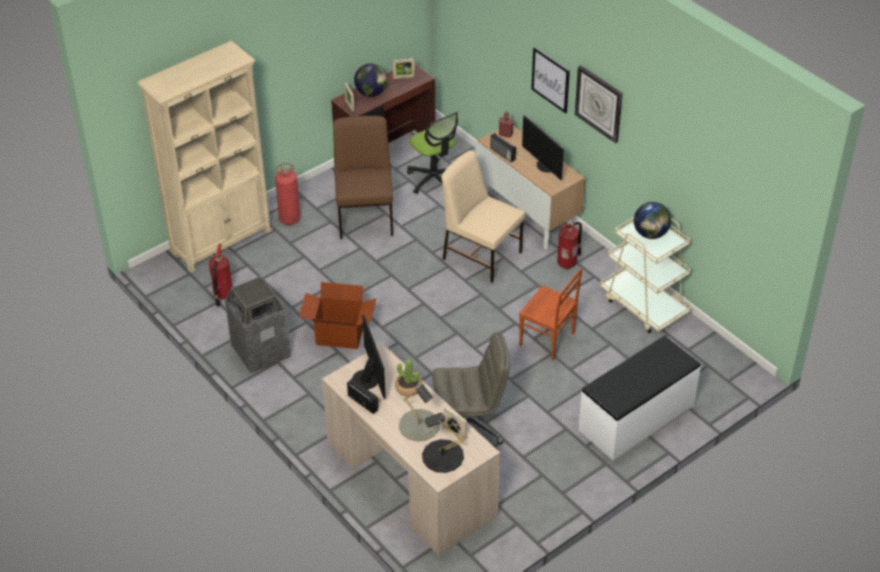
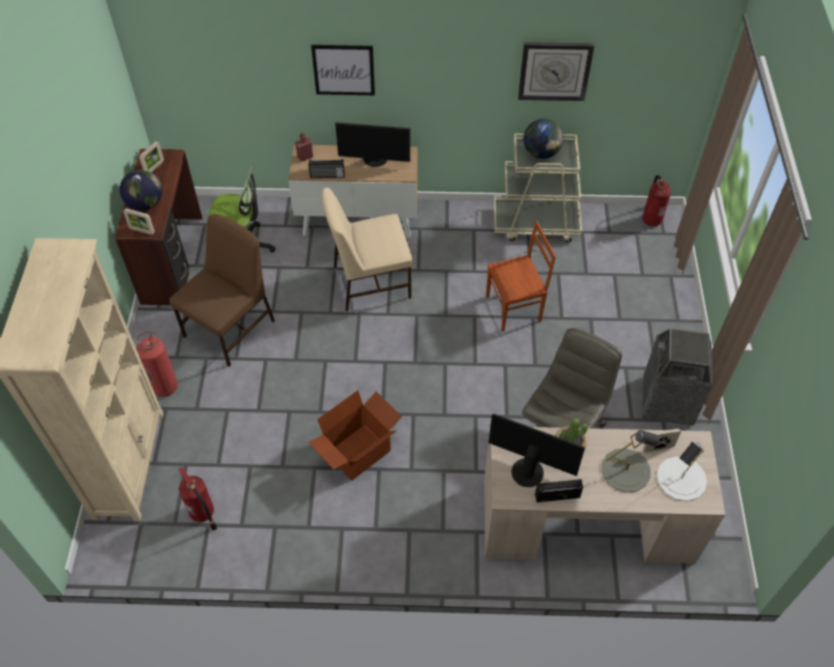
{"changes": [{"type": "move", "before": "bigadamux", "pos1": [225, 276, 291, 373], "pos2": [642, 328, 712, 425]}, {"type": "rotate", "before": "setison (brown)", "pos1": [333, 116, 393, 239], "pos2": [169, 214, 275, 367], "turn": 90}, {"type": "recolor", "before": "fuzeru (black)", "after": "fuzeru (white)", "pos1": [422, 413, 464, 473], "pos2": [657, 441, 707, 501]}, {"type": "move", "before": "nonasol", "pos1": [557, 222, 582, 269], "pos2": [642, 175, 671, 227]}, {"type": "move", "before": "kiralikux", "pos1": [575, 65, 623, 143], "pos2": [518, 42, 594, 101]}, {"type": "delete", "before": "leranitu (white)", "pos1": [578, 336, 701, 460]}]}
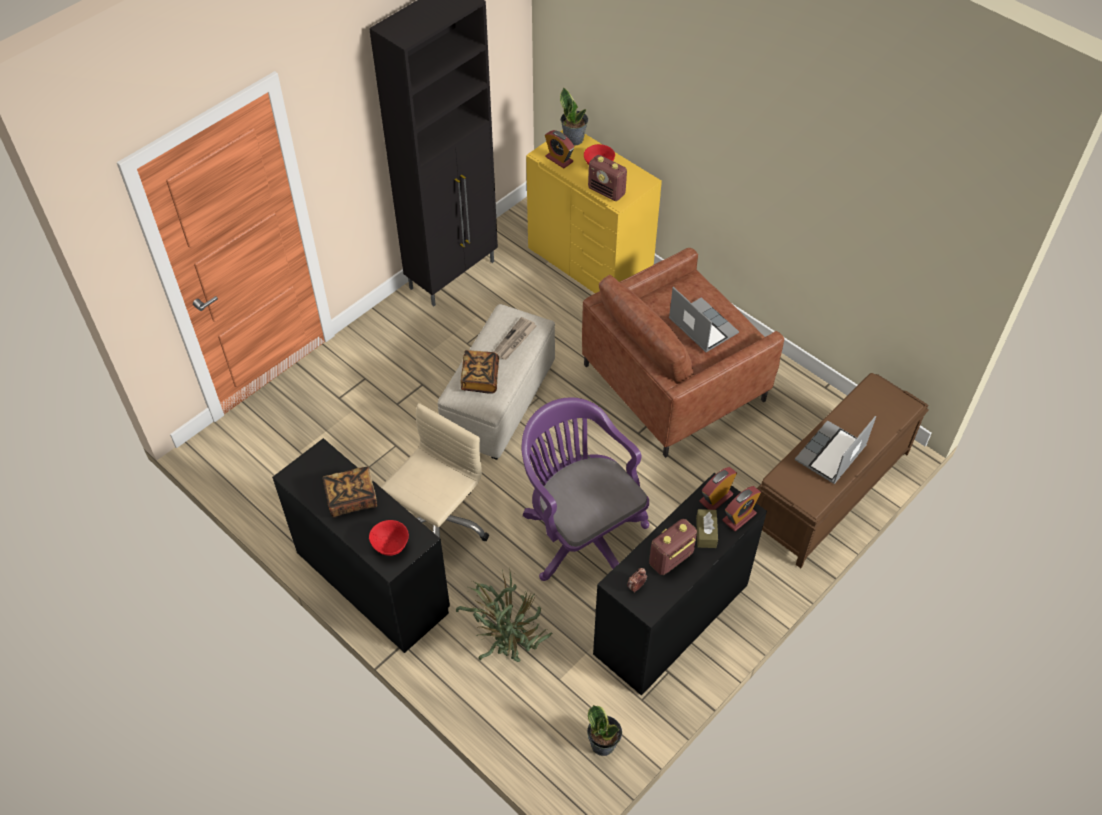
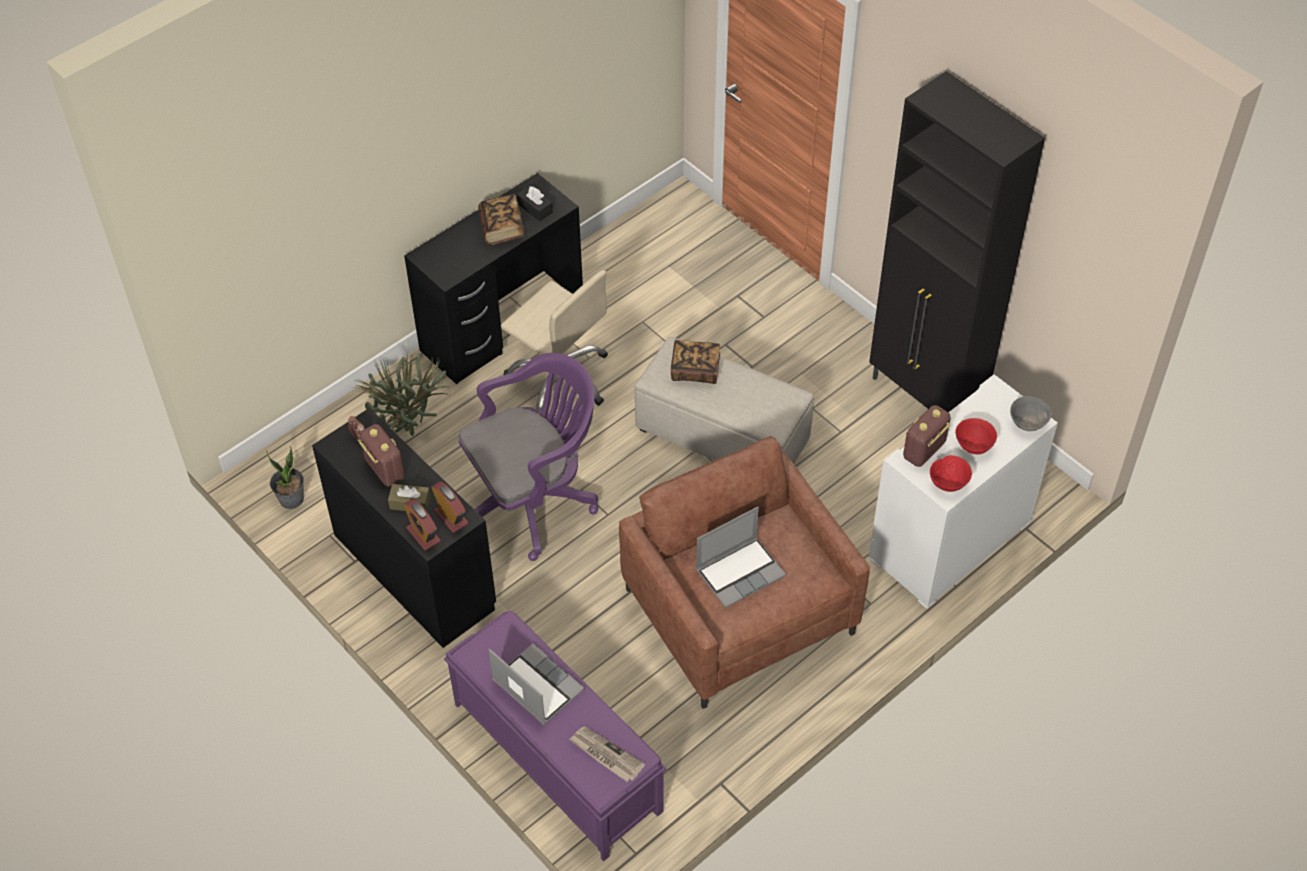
{"changes": [{"type": "move", "before": "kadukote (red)", "pos1": [369, 520, 409, 556], "pos2": [930, 455, 972, 492]}, {"type": "move", "before": "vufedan", "pos1": [493, 317, 536, 360], "pos2": [569, 726, 645, 782]}, {"type": "recolor", "before": "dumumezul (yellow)", "after": "dumumezul (white)", "pos1": [526, 130, 662, 293], "pos2": [869, 374, 1058, 609]}, {"type": "delete", "before": "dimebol", "pos1": [545, 130, 574, 168]}, {"type": "replace", "before": "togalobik", "after": "kadukote (grey)", "pos1": [560, 87, 588, 146], "pos2": [1010, 396, 1052, 431]}, {"type": "recolor", "before": "leranitu (brown)", "after": "leranitu (purple)", "pos1": [756, 373, 929, 568], "pos2": [444, 611, 667, 861]}, {"type": "insert", "after": "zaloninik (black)", "pos2": [517, 186, 553, 221]}]}
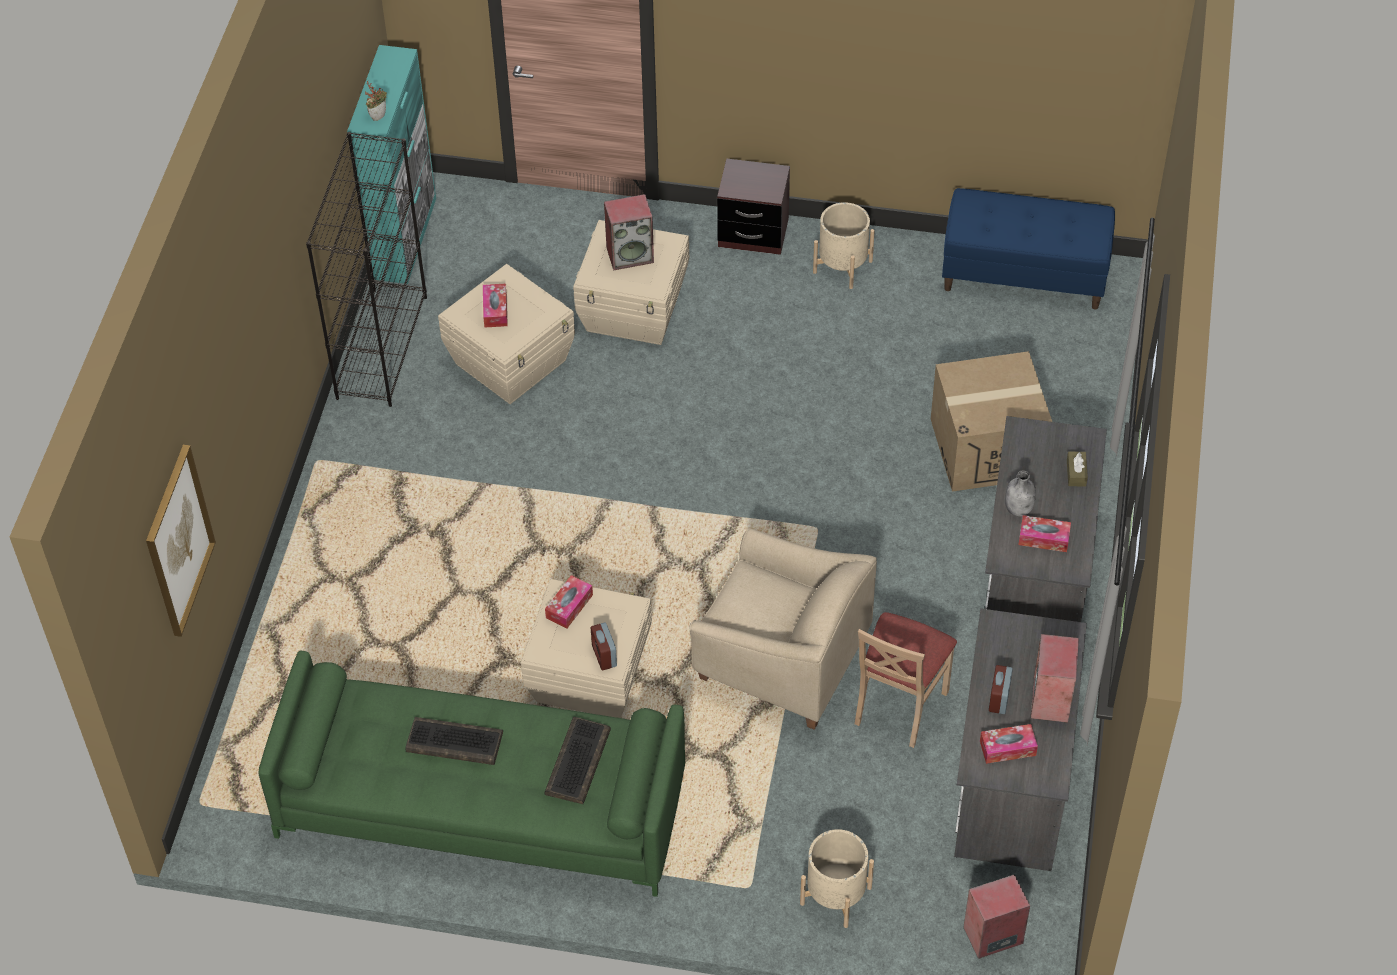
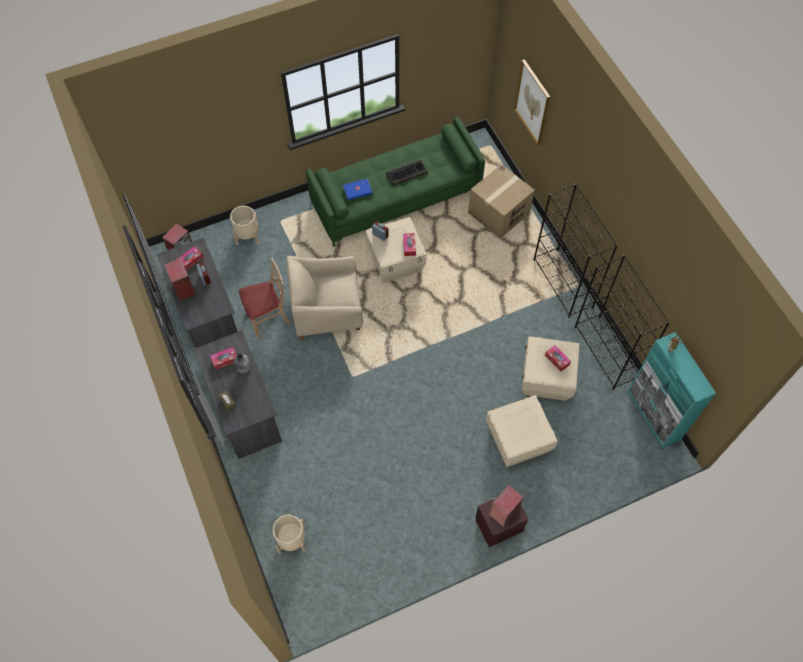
{"changes": [{"type": "replace", "before": "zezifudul", "after": "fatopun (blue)", "pos1": [544, 717, 611, 804], "pos2": [343, 179, 373, 200]}, {"type": "move", "before": "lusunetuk", "pos1": [604, 194, 654, 271], "pos2": [489, 485, 524, 527]}, {"type": "move", "before": "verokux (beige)", "pos1": [813, 202, 875, 289], "pos2": [273, 515, 306, 554]}, {"type": "rotate", "before": "setison (beige)", "pos1": [855, 612, 957, 748], "pos2": [239, 258, 290, 338], "turn": 75}, {"type": "move", "before": "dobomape", "pos1": [931, 351, 1052, 492], "pos2": [468, 164, 535, 238]}, {"type": "delete", "before": "leranitu (blue)", "pos1": [942, 188, 1115, 310]}, {"type": "insert", "after": "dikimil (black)", "pos2": [533, 184, 618, 318]}]}
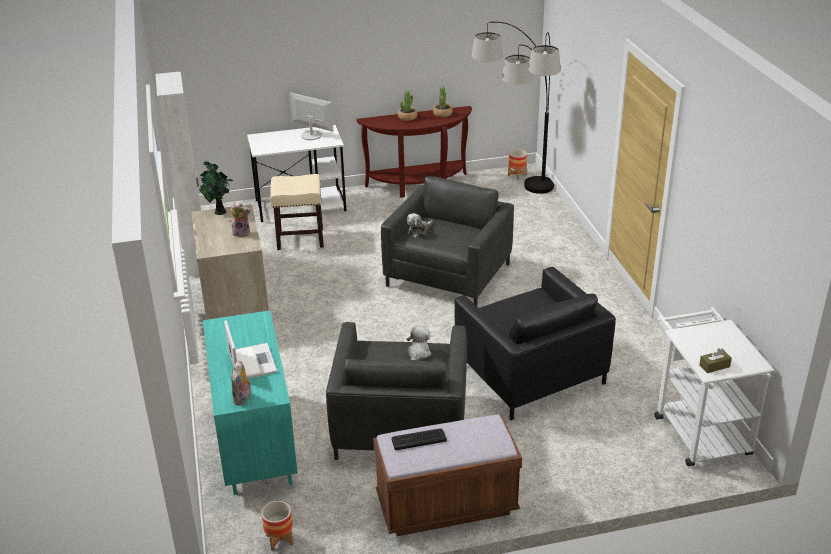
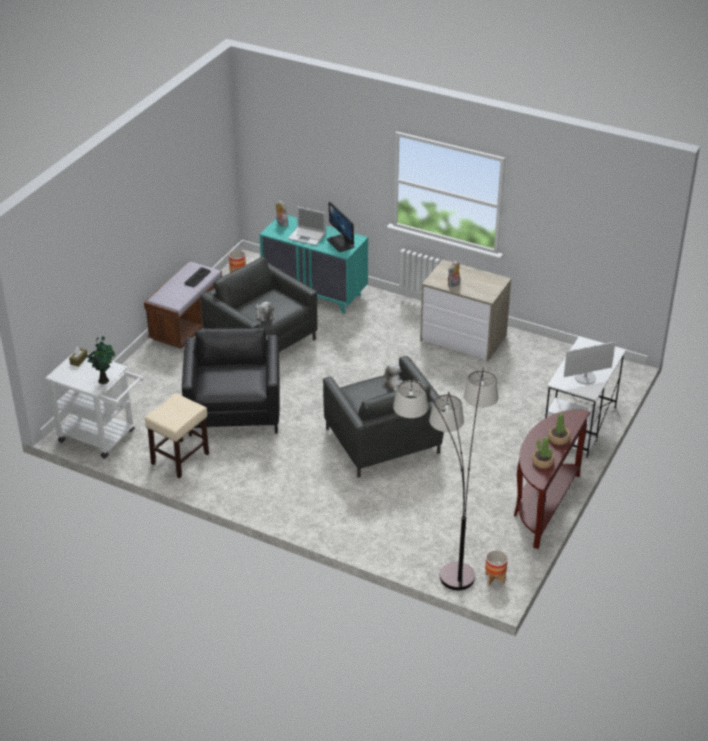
{"changes": [{"type": "delete", "before": "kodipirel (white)", "pos1": [155, 72, 201, 275]}, {"type": "move", "before": "togalobik", "pos1": [199, 160, 234, 215], "pos2": [86, 336, 116, 384]}, {"type": "move", "before": "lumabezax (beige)", "pos1": [270, 174, 324, 250], "pos2": [145, 393, 209, 478]}, {"type": "rotate", "before": "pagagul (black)", "pos1": [455, 267, 616, 420], "pos2": [182, 328, 280, 436], "turn": 75}, {"type": "insert", "after": "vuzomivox", "pos2": [327, 202, 355, 252]}]}
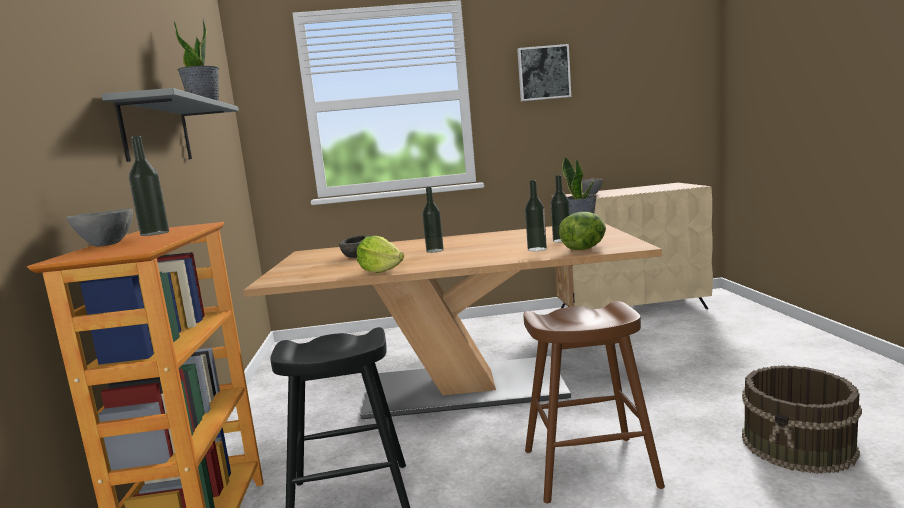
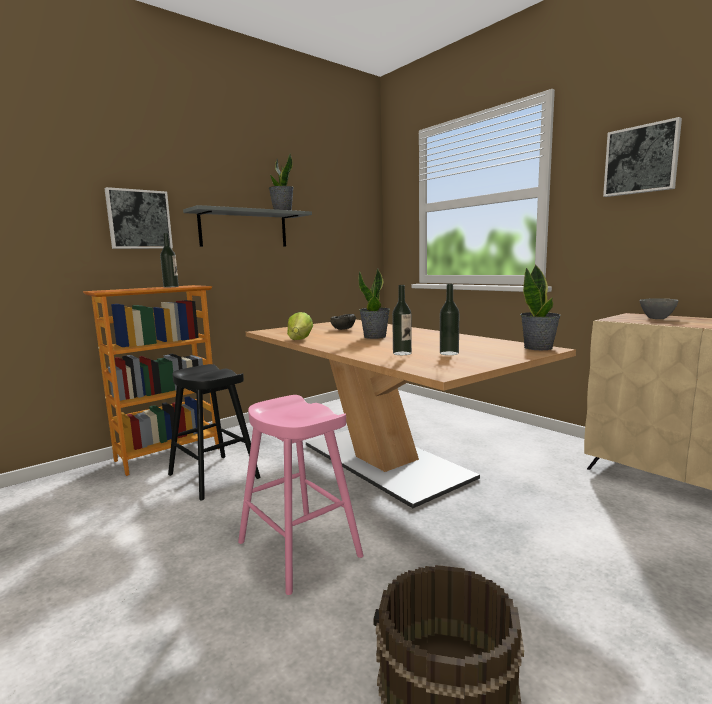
{"changes": [{"type": "delete", "before": "kadukote (grey)", "pos1": [66, 209, 133, 247]}, {"type": "replace", "before": "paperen", "after": "togalobik", "pos1": [422, 187, 444, 253], "pos2": [358, 269, 390, 339]}, {"type": "recolor", "before": "lumabezax (brown)", "after": "lumabezax (pink)", "pos1": [523, 301, 665, 504], "pos2": [238, 395, 363, 595]}, {"type": "delete", "before": "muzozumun", "pos1": [559, 212, 606, 250]}, {"type": "insert", "after": "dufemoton", "pos2": [104, 187, 173, 249]}]}
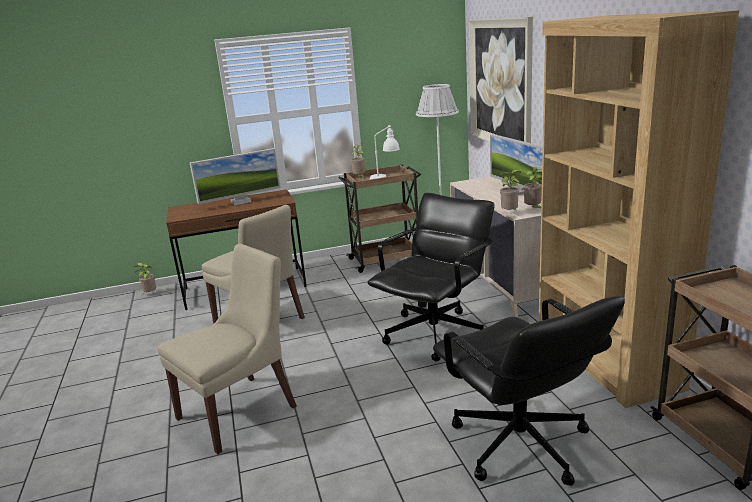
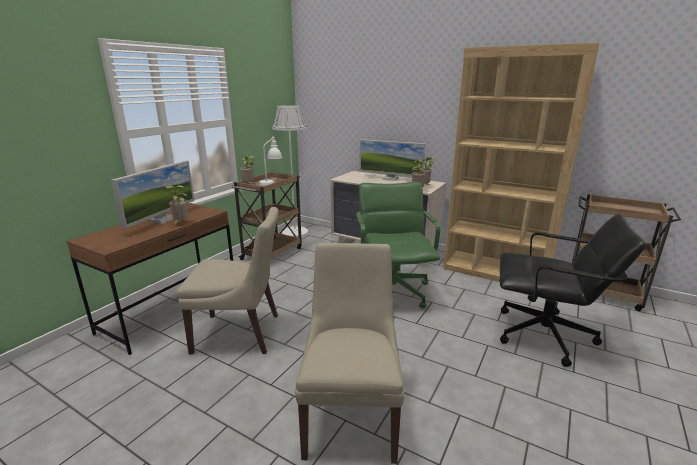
{"changes": [{"type": "move", "before": "togalobik", "pos1": [133, 262, 156, 295], "pos2": [165, 185, 189, 226]}, {"type": "recolor", "before": "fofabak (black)", "after": "fofabak (green)", "pos1": [368, 193, 494, 362], "pos2": [356, 182, 440, 308]}, {"type": "delete", "before": "dufemoton", "pos1": [469, 17, 533, 143]}]}
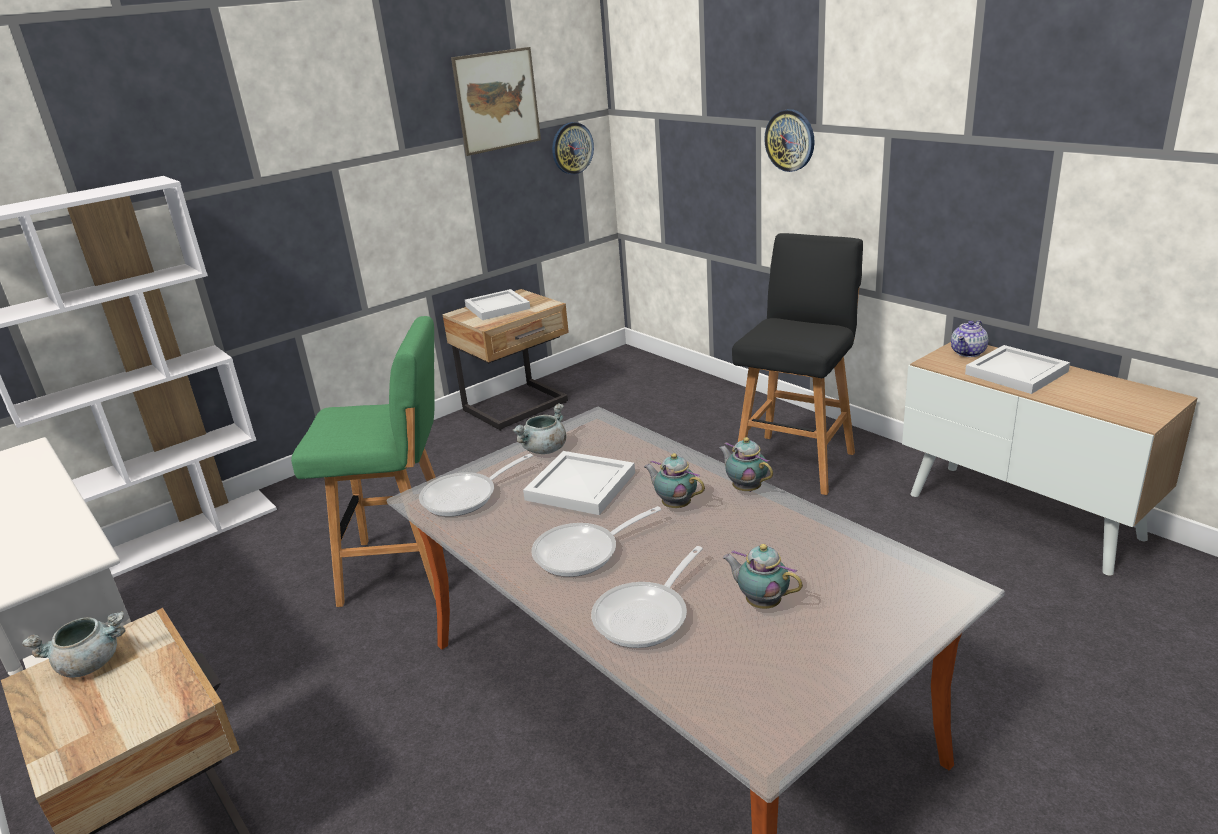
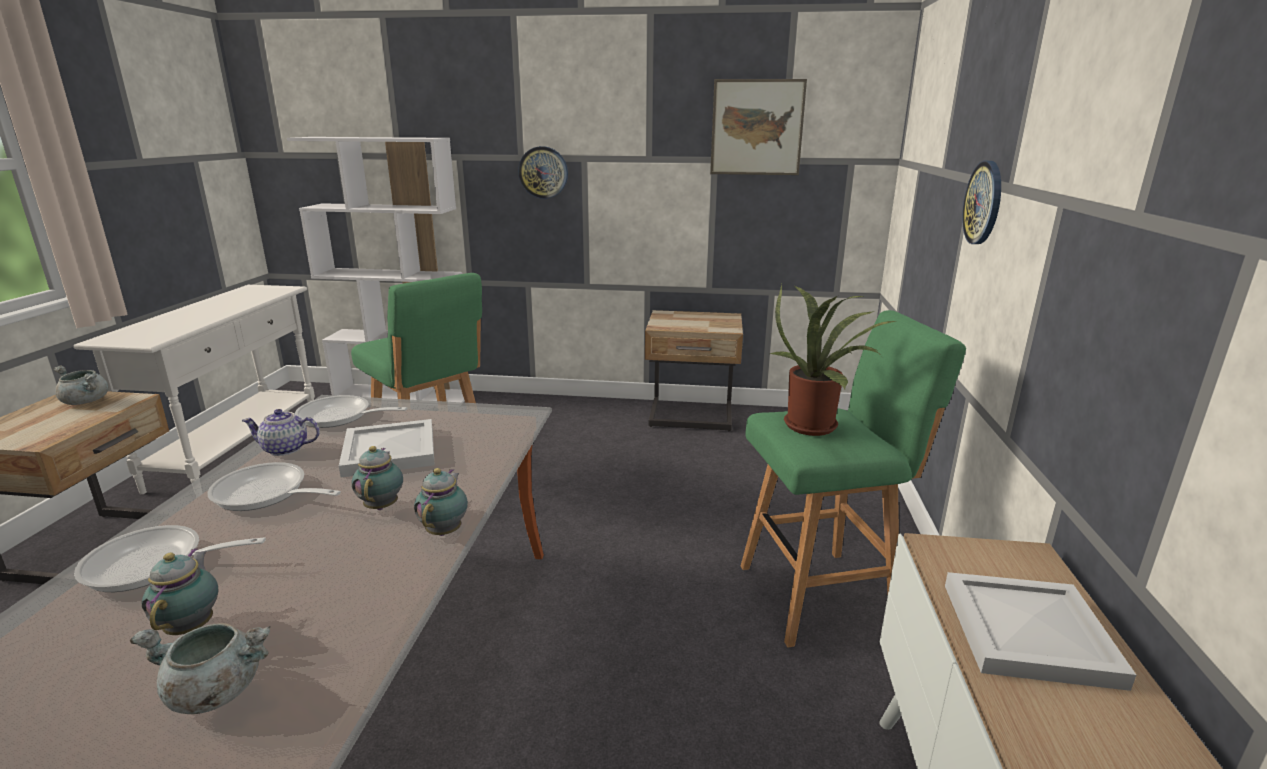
{"changes": [{"type": "delete", "before": "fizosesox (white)", "pos1": [465, 289, 530, 320]}, {"type": "move", "before": "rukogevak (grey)", "pos1": [513, 403, 566, 454], "pos2": [130, 623, 270, 714]}, {"type": "move", "before": "kiralikux", "pos1": [552, 122, 594, 174], "pos2": [518, 146, 568, 199]}, {"type": "recolor", "before": "lumabezax (black)", "after": "lumabezax (green)", "pos1": [732, 233, 863, 495], "pos2": [741, 310, 966, 647]}, {"type": "move", "before": "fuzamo", "pos1": [951, 320, 988, 357], "pos2": [242, 409, 320, 456]}, {"type": "insert", "after": "togalobik", "pos2": [770, 283, 898, 436]}]}
